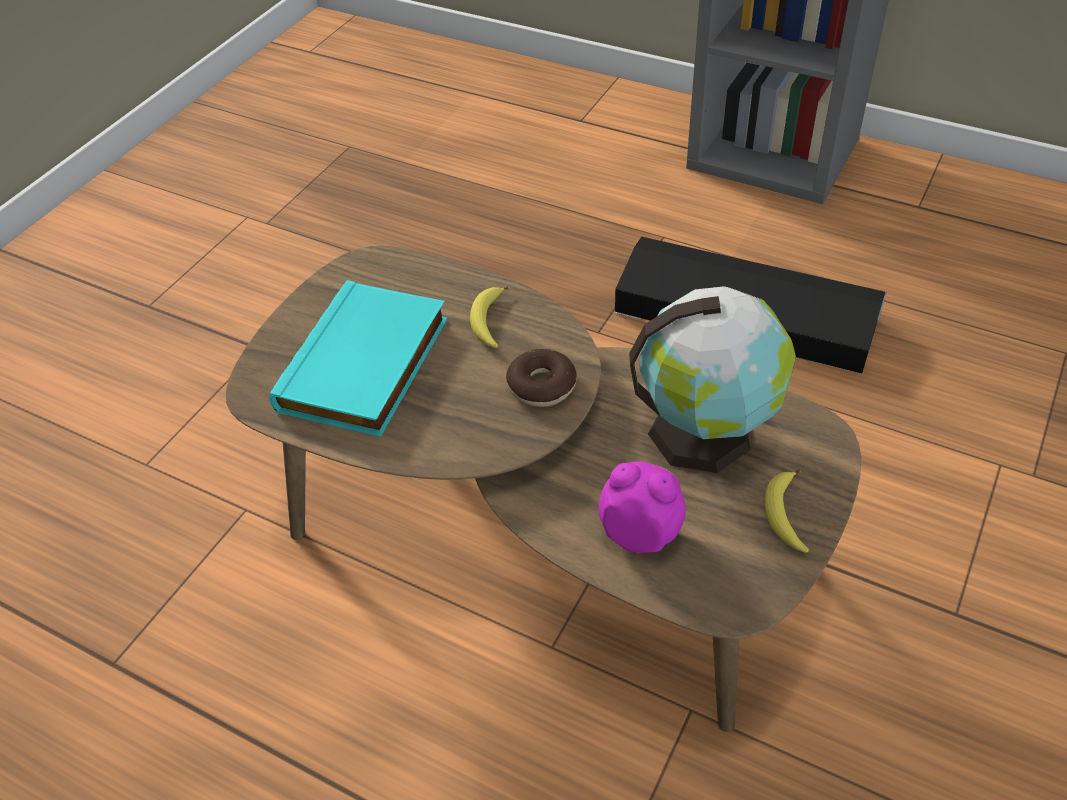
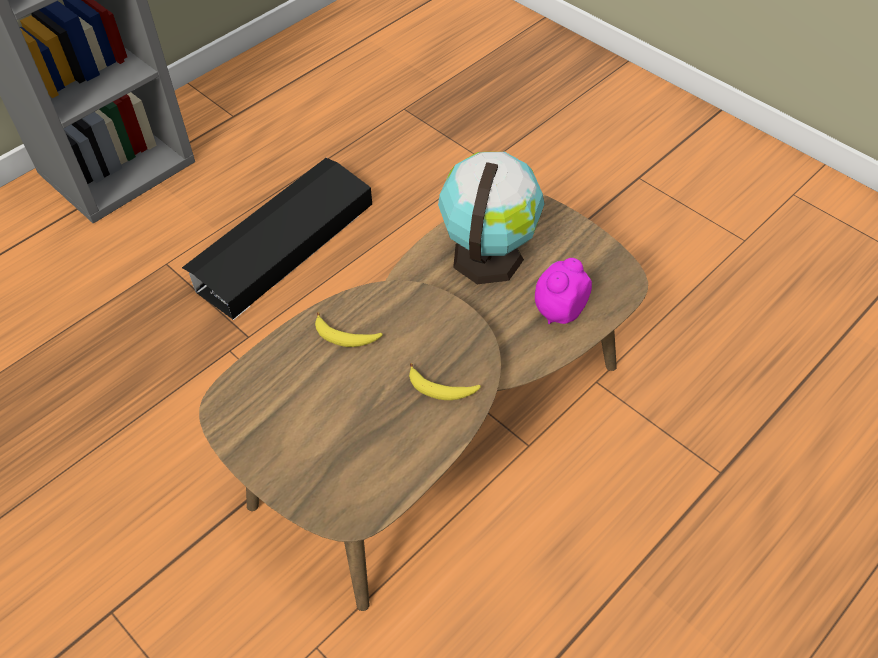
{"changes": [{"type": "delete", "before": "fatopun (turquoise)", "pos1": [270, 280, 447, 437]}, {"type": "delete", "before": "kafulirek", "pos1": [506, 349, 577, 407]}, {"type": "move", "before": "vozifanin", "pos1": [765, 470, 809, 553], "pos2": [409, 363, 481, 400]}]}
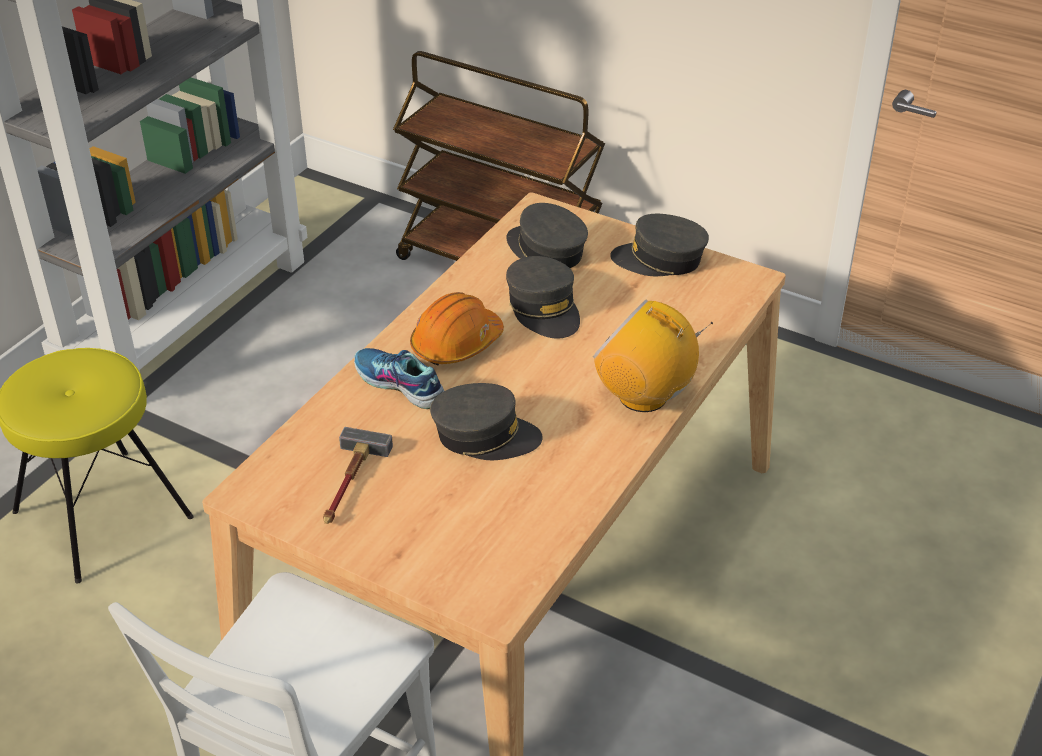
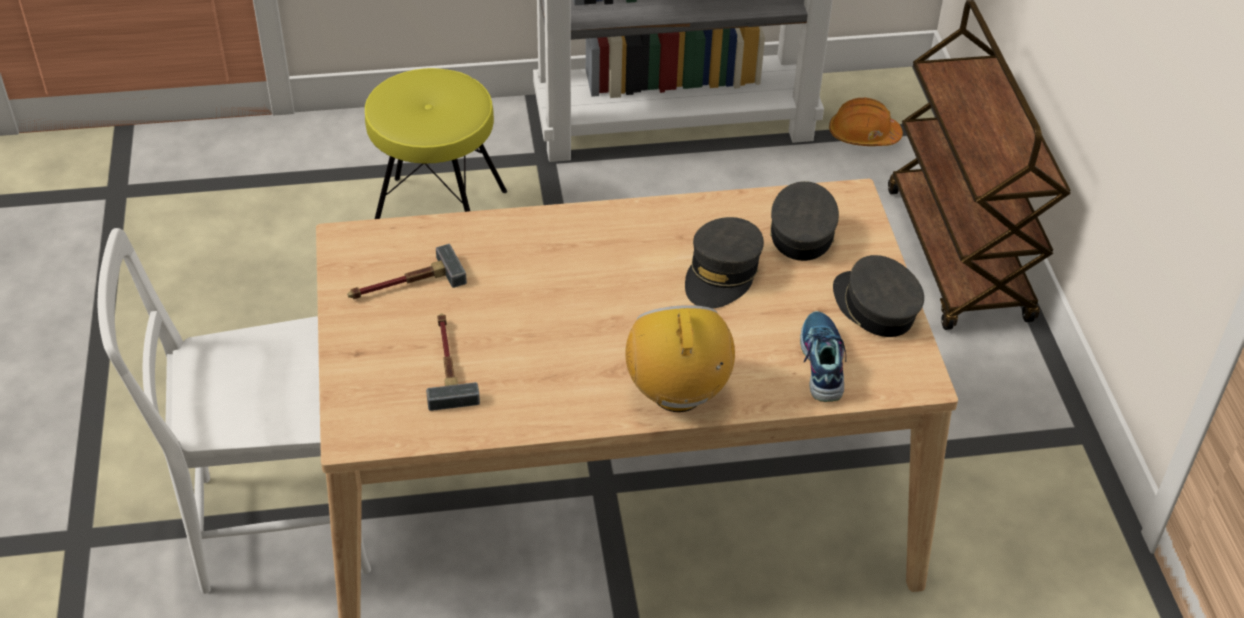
{"changes": [{"type": "move", "before": "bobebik", "pos1": [354, 348, 444, 409], "pos2": [800, 311, 846, 402]}, {"type": "move", "before": "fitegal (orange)", "pos1": [410, 292, 504, 366], "pos2": [829, 98, 903, 146]}, {"type": "delete", "before": "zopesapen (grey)", "pos1": [430, 383, 543, 460]}, {"type": "insert", "after": "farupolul", "pos2": [426, 314, 480, 411]}]}
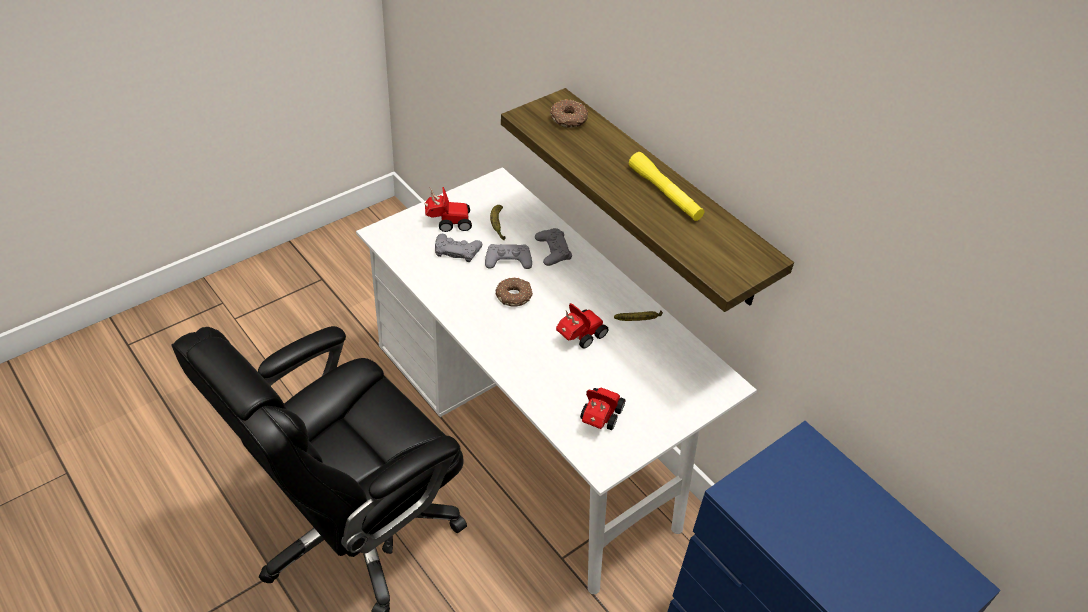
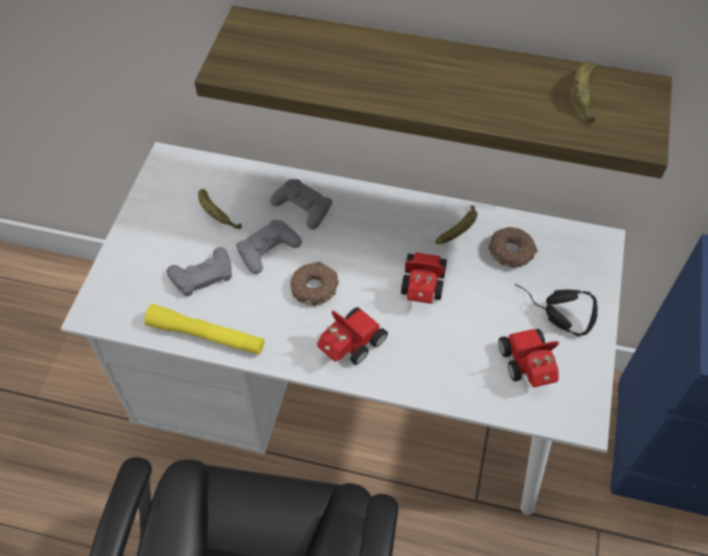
{"changes": [{"type": "move", "before": "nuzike", "pos1": [424, 187, 472, 232], "pos2": [317, 307, 388, 365]}, {"type": "move", "before": "kafulirek", "pos1": [550, 99, 588, 128], "pos2": [489, 227, 538, 268]}, {"type": "move", "before": "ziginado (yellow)", "pos1": [629, 152, 704, 221], "pos2": [144, 304, 265, 355]}, {"type": "insert", "after": "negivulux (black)", "pos2": [515, 284, 598, 337]}, {"type": "insert", "after": "vozifanin", "pos2": [574, 61, 596, 124]}]}
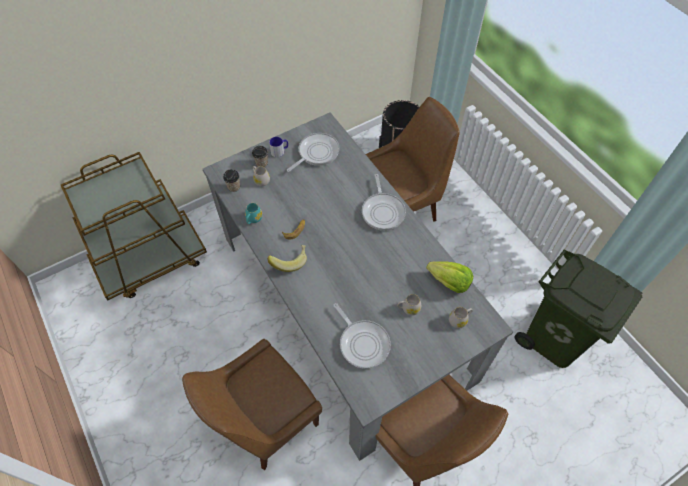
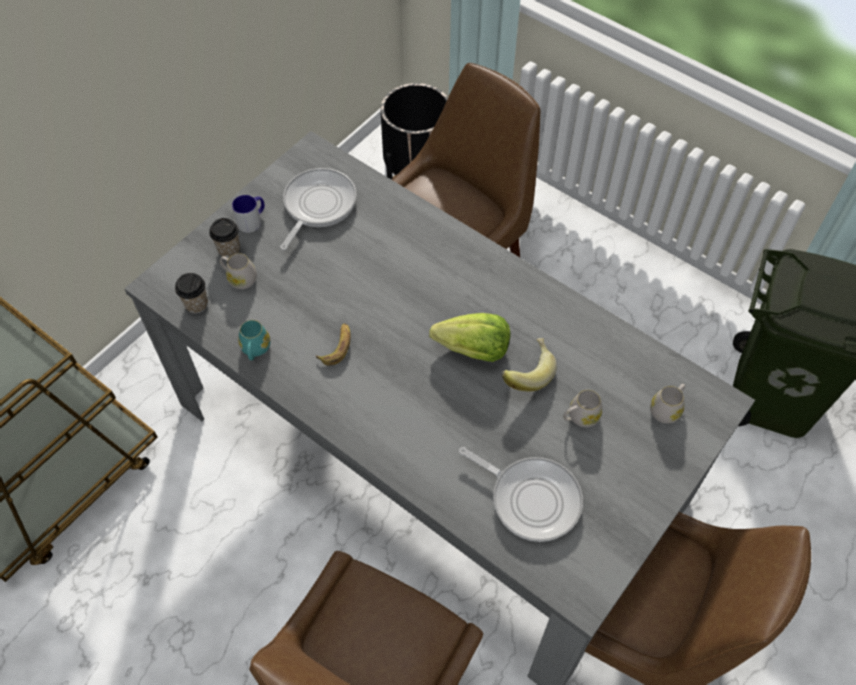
{"changes": [{"type": "move", "before": "vozifanin", "pos1": [267, 245, 307, 272], "pos2": [501, 338, 557, 391]}, {"type": "delete", "before": "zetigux", "pos1": [362, 174, 406, 231]}, {"type": "move", "before": "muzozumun", "pos1": [426, 261, 473, 293], "pos2": [429, 313, 510, 362]}]}
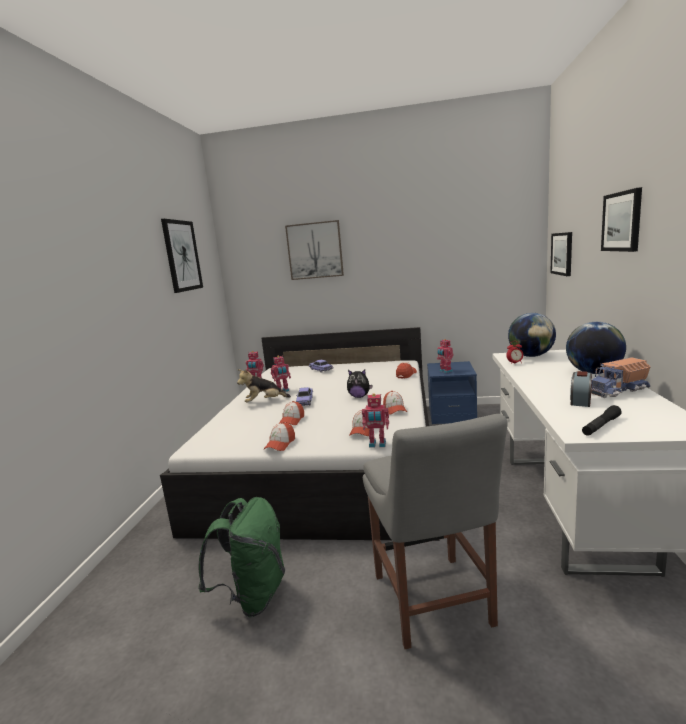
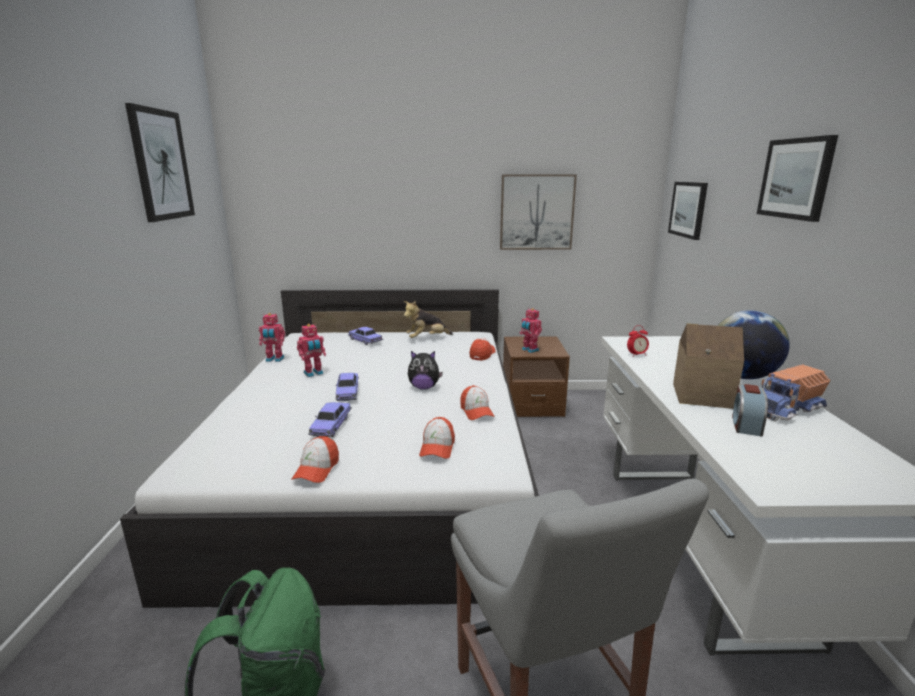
{"changes": [{"type": "move", "before": "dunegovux", "pos1": [237, 369, 291, 402], "pos2": [404, 301, 453, 338]}, {"type": "replace", "before": "zopesapen", "after": "nuzike", "pos1": [279, 401, 304, 425], "pos2": [308, 402, 352, 437]}, {"type": "move", "before": "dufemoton", "pos1": [285, 220, 344, 280], "pos2": [500, 175, 577, 250]}, {"type": "delete", "before": "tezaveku", "pos1": [362, 393, 389, 448]}, {"type": "recolor", "before": "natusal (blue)", "after": "natusal (brown)", "pos1": [427, 361, 477, 424], "pos2": [503, 336, 570, 417]}, {"type": "delete", "before": "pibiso", "pos1": [508, 313, 556, 357]}, {"type": "delete", "before": "ziginado (black)", "pos1": [582, 405, 622, 436]}, {"type": "insert", "after": "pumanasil", "pos2": [673, 324, 744, 409]}]}
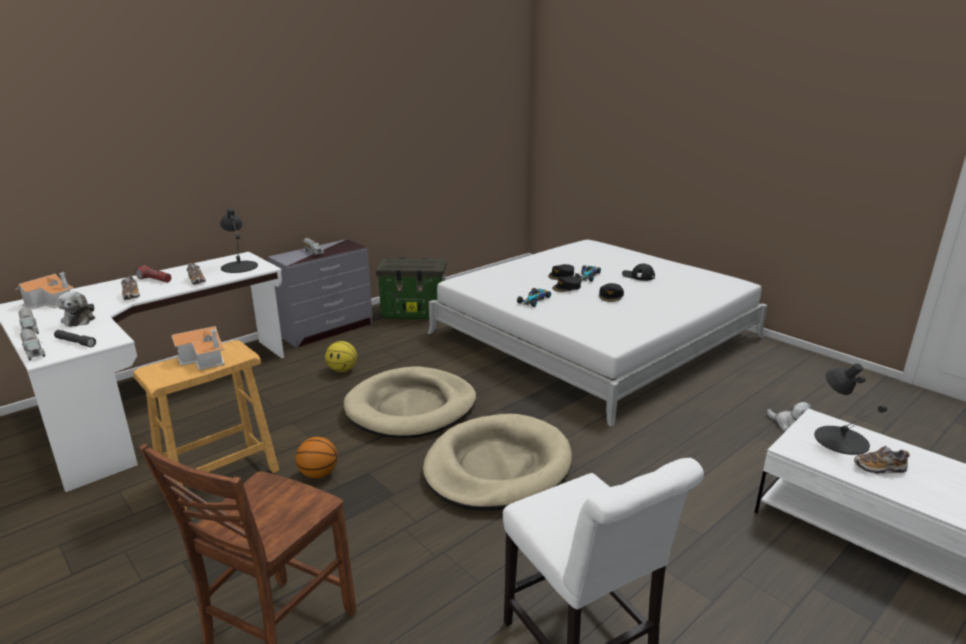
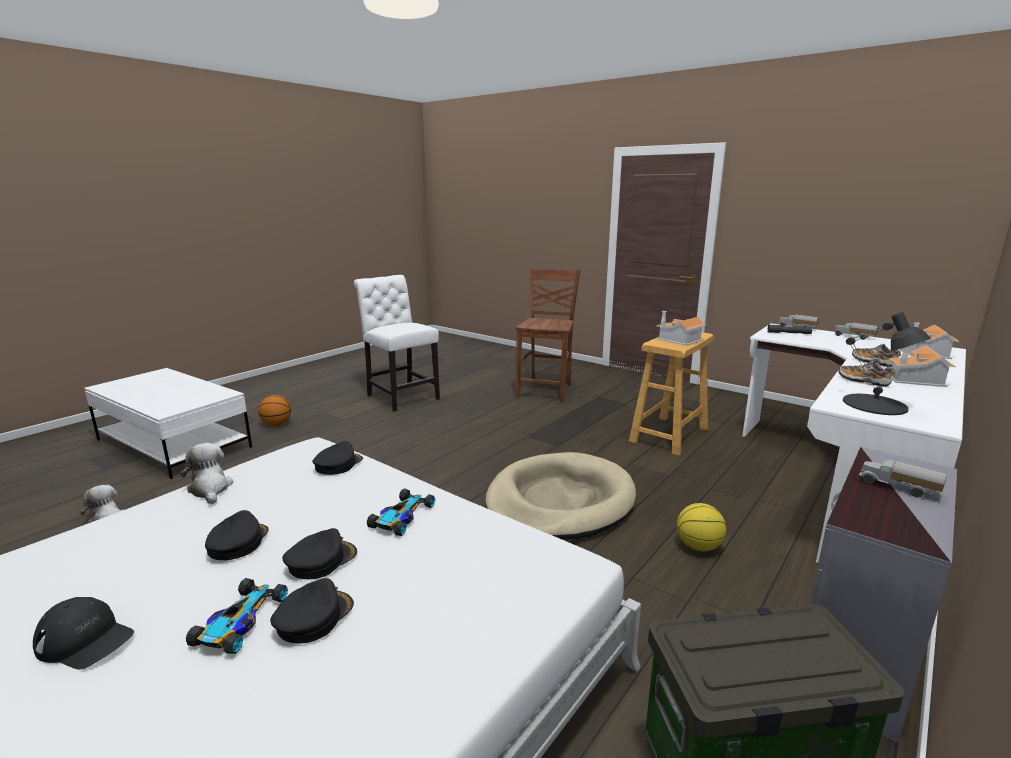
{"changes": [{"type": "move", "before": "dunegovux", "pos1": [57, 291, 95, 327], "pos2": [180, 443, 233, 504]}, {"type": "replace", "before": "ziginado", "after": "pumanasil", "pos1": [135, 265, 171, 283], "pos2": [889, 346, 956, 387]}, {"type": "move", "before": "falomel", "pos1": [296, 437, 338, 478], "pos2": [258, 395, 291, 426]}, {"type": "delete", "before": "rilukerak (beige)", "pos1": [423, 414, 572, 510]}, {"type": "delete", "before": "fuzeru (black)", "pos1": [814, 363, 887, 455]}, {"type": "delete", "before": "bobebik", "pos1": [854, 446, 910, 475]}, {"type": "insert", "after": "zopesapen (black)", "pos2": [312, 441, 363, 475]}]}
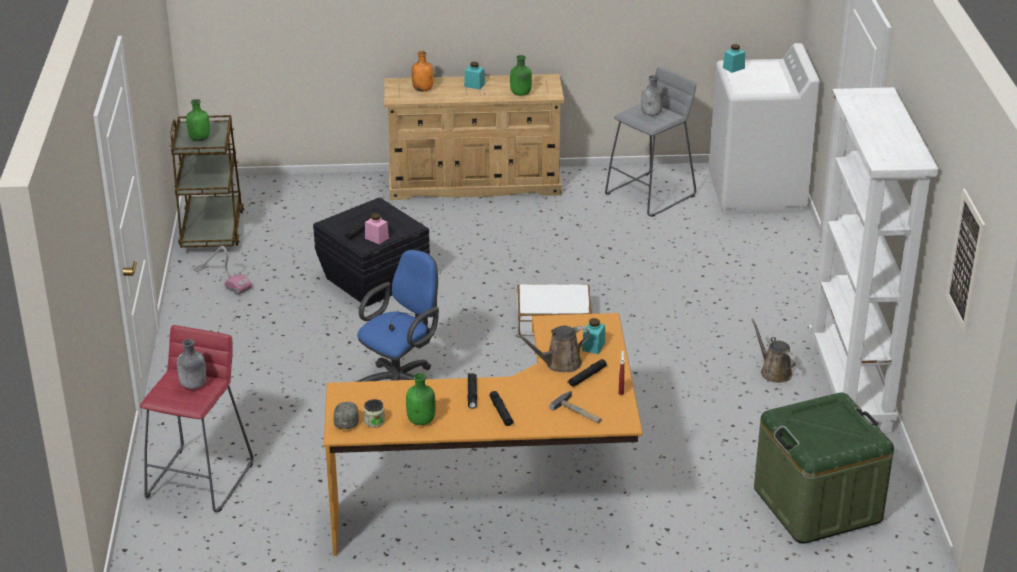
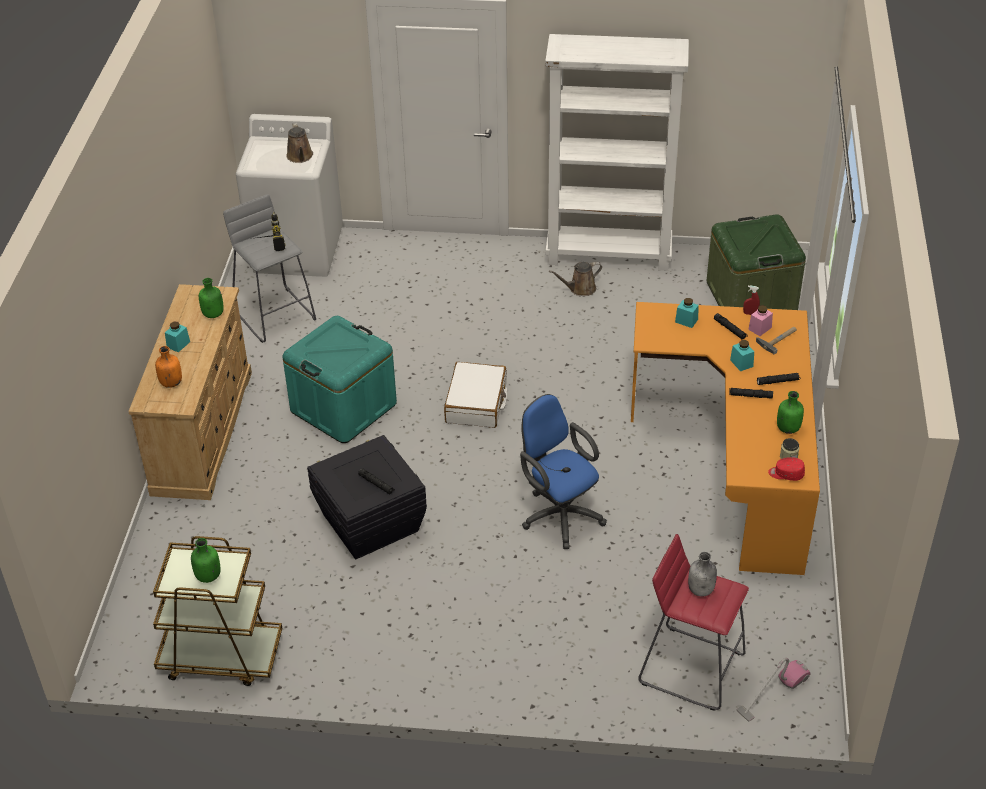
{"changes": [{"type": "move", "before": "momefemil", "pos1": [193, 246, 252, 295], "pos2": [737, 658, 811, 722]}, {"type": "recolor", "before": "zopesapen (grey)", "after": "zopesapen (red)", "pos1": [334, 402, 359, 429], "pos2": [768, 457, 805, 481]}, {"type": "move", "before": "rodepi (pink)", "pos1": [365, 213, 389, 244], "pos2": [748, 305, 773, 336]}, {"type": "move", "before": "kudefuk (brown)", "pos1": [516, 326, 590, 372], "pos2": [287, 123, 313, 163]}, {"type": "replace", "before": "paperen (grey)", "after": "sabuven", "pos1": [641, 75, 663, 116], "pos2": [251, 212, 286, 251]}, {"type": "move", "before": "rodepi (turquoise)", "pos1": [723, 44, 745, 73], "pos2": [730, 340, 754, 371]}, {"type": "delete", "before": "dufemoton", "pos1": [945, 188, 985, 334]}, {"type": "insert", "after": "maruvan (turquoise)", "pos2": [283, 316, 397, 443]}]}
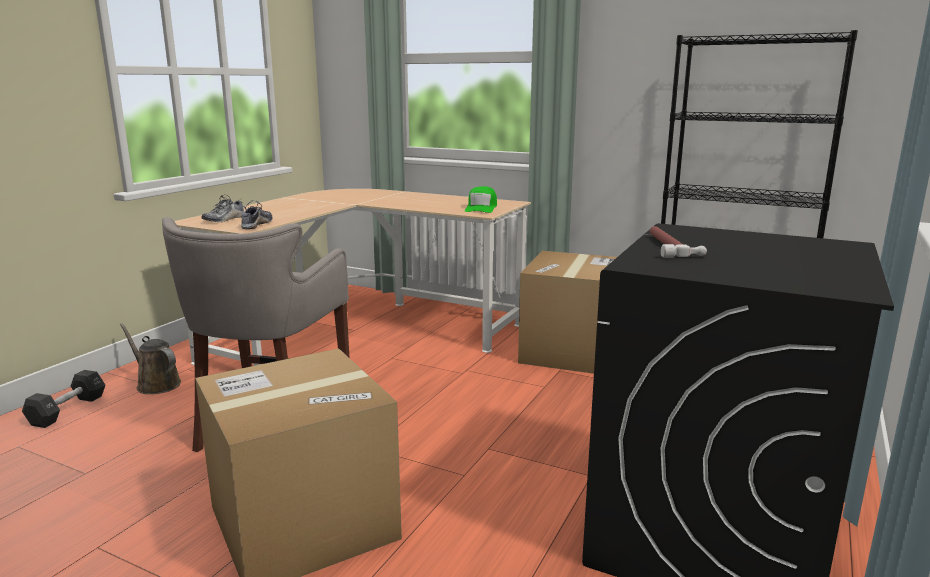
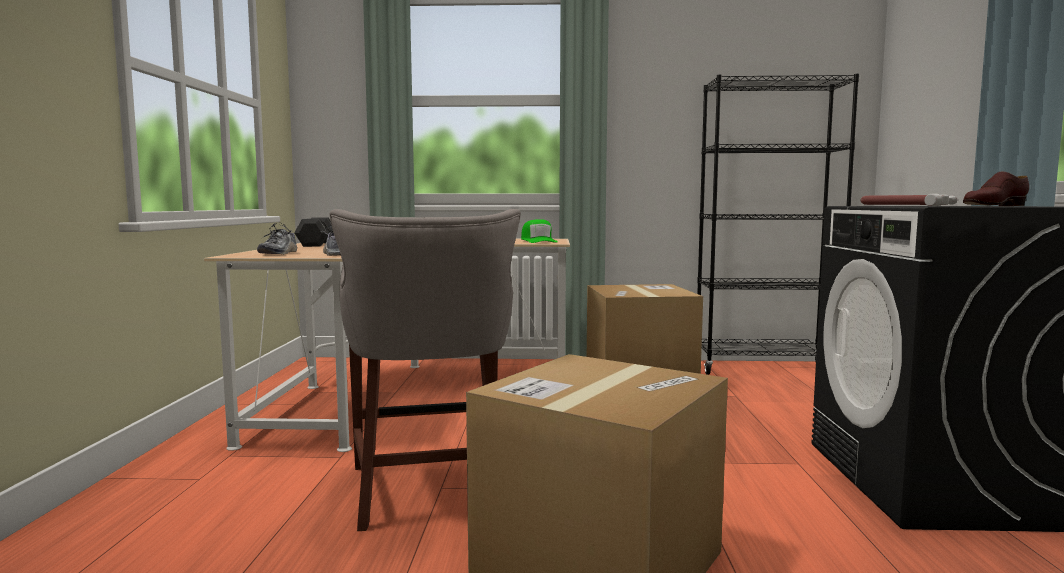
{"changes": [{"type": "move", "before": "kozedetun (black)", "pos1": [22, 370, 106, 428], "pos2": [294, 217, 333, 247]}, {"type": "delete", "before": "kudefuk (brown)", "pos1": [120, 323, 181, 394]}, {"type": "insert", "after": "bobebik (brown)", "pos2": [963, 172, 1029, 206]}]}
